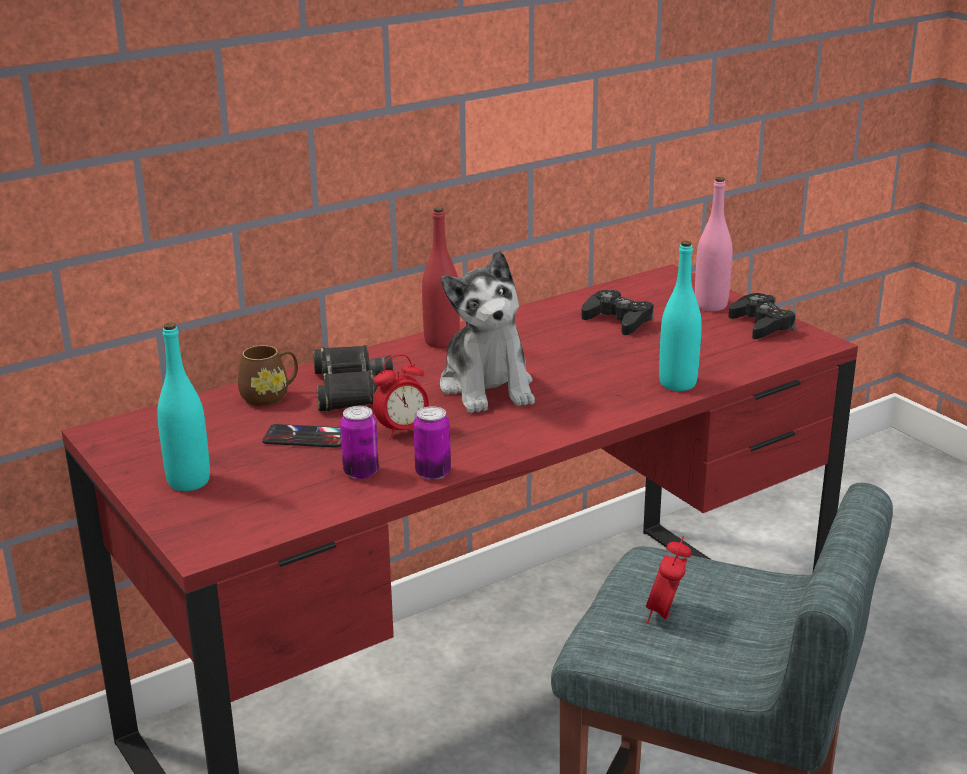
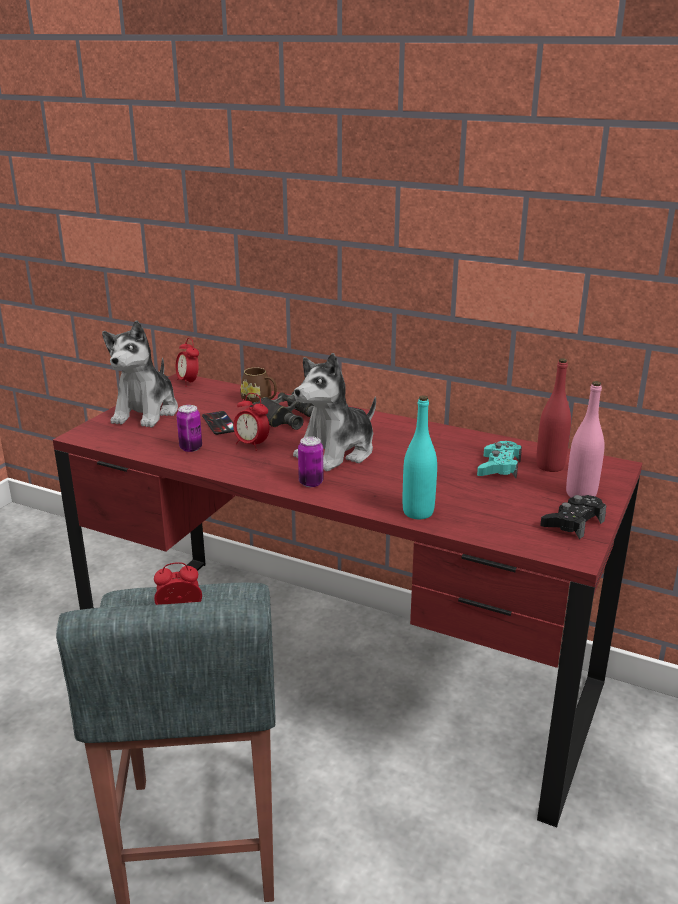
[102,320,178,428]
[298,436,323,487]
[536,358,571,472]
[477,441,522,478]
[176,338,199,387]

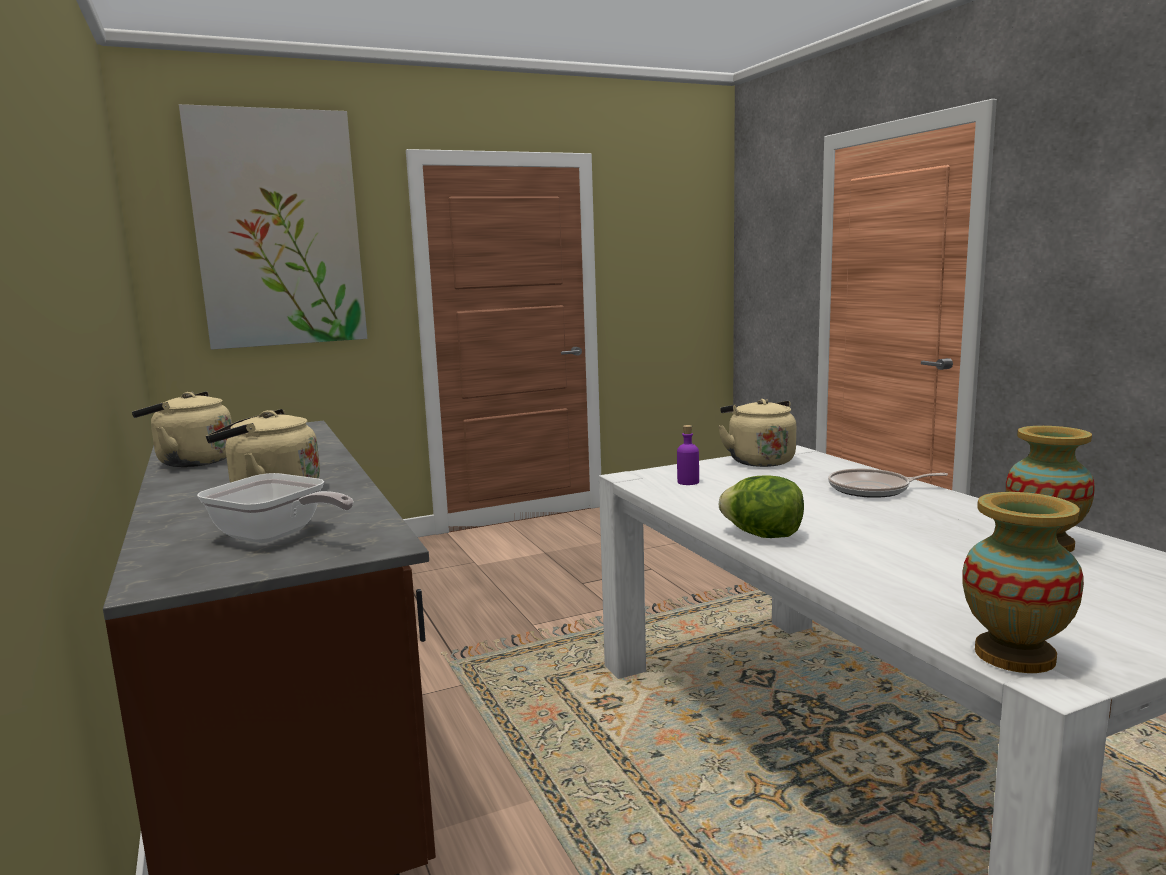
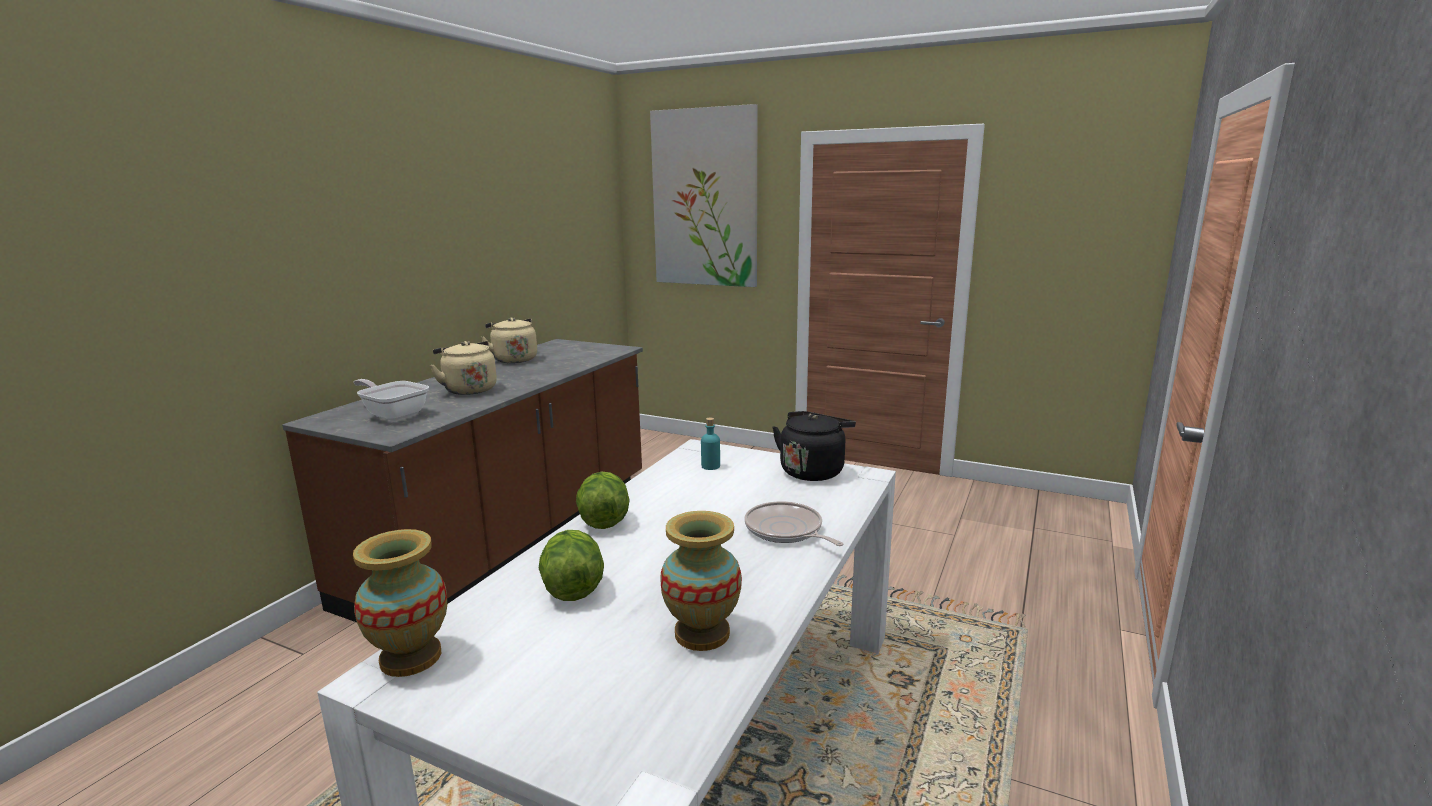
[354,379,429,421]
[701,418,720,470]
[772,411,856,481]
[539,530,604,601]

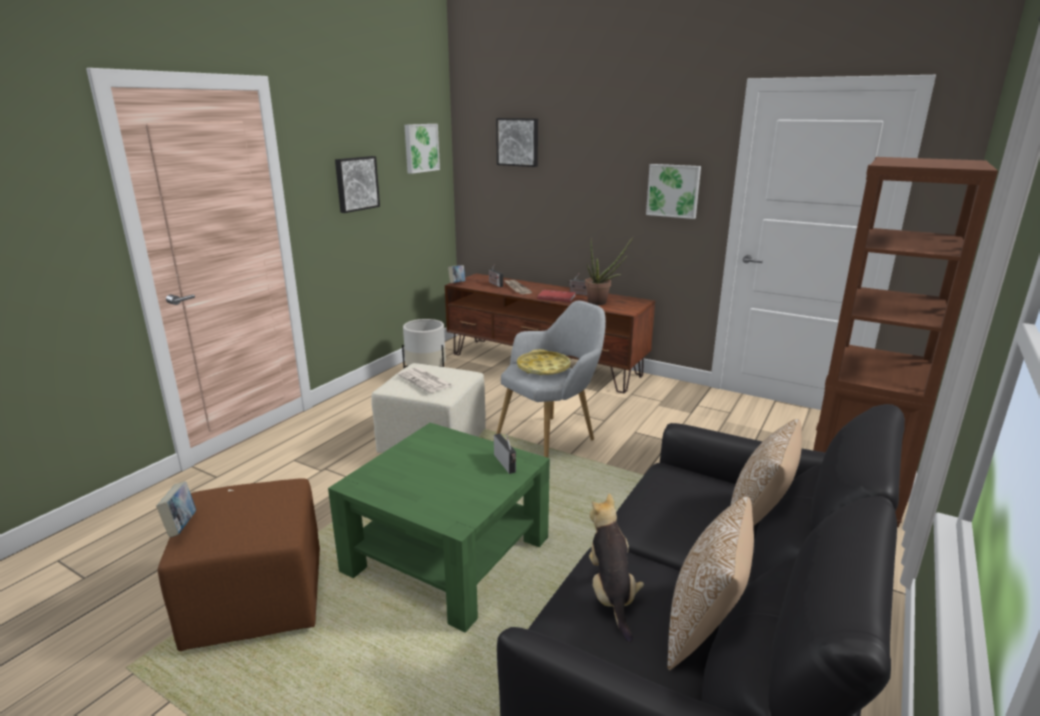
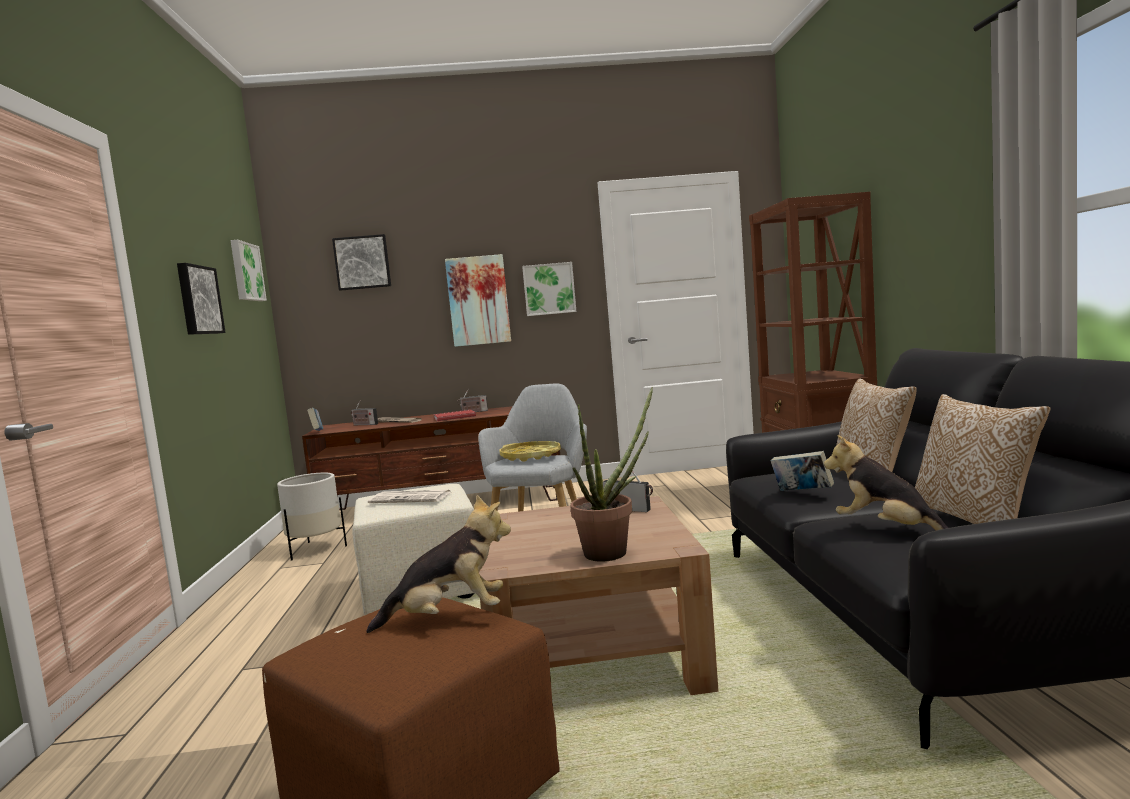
[771,451,834,491]
[479,496,719,695]
[570,387,653,562]
[366,495,511,633]
[445,254,511,347]

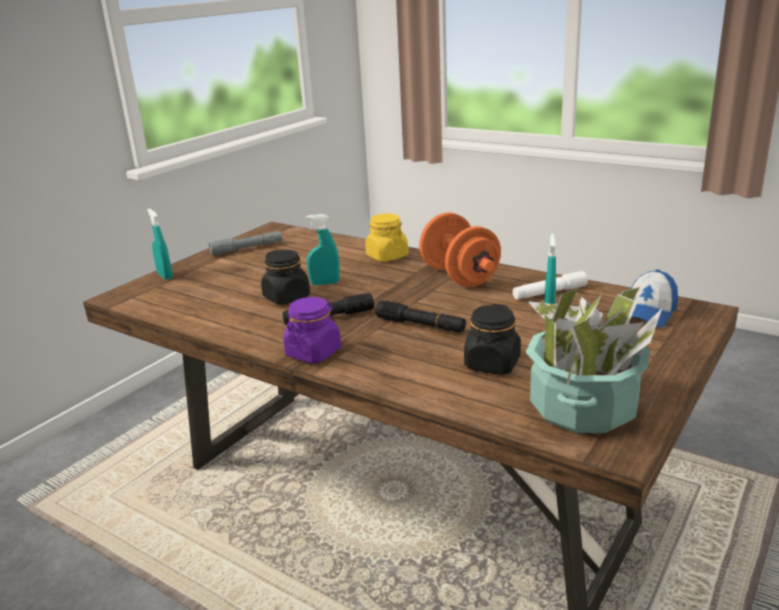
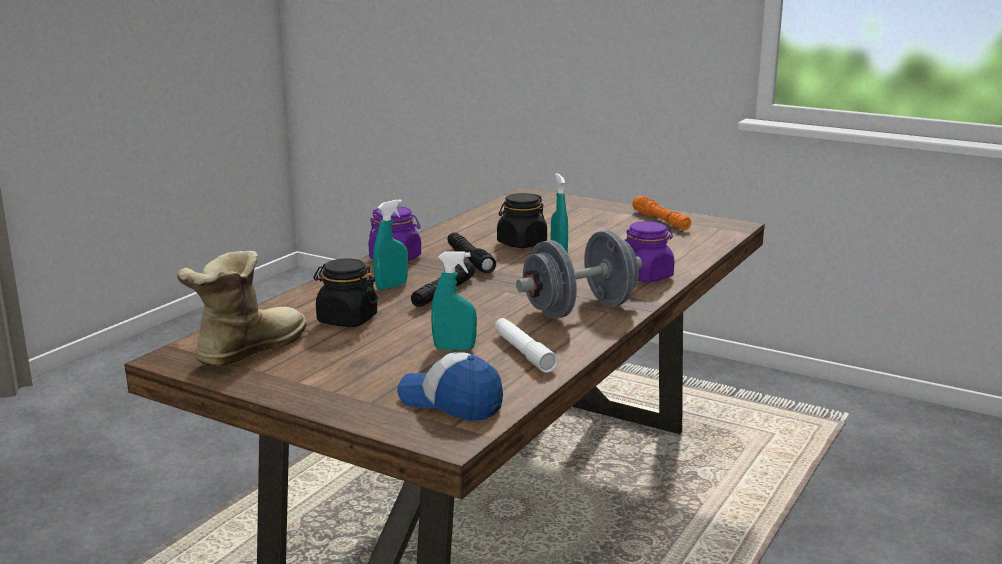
[373,199,408,290]
[633,196,691,230]
[625,221,675,282]
[516,230,642,319]
[177,251,307,366]

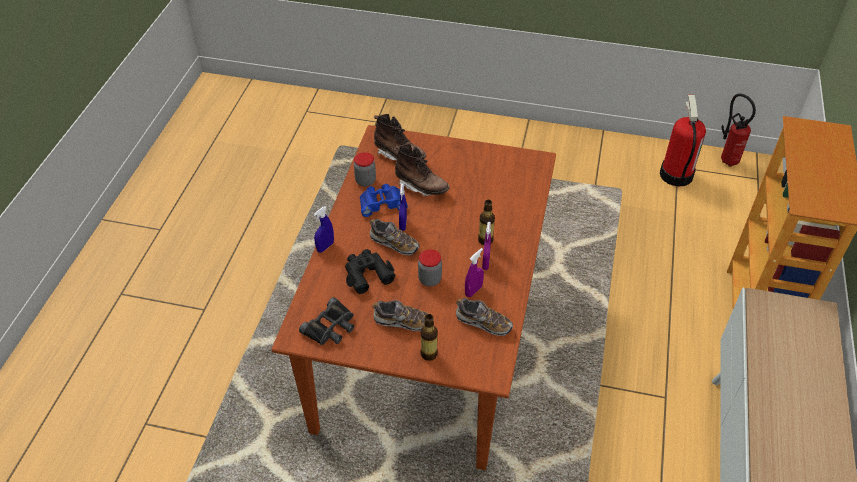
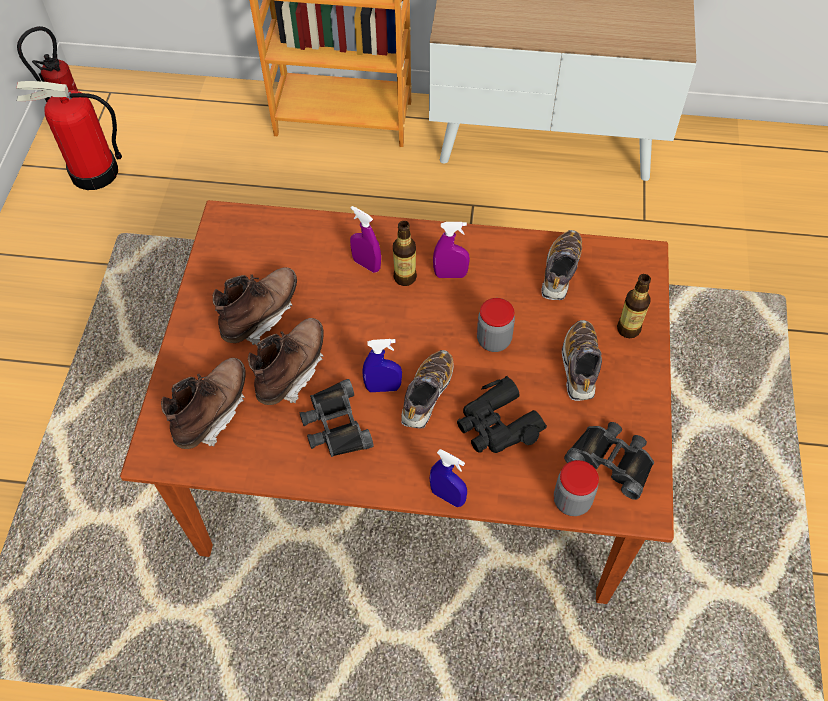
[554,460,599,516]
[300,379,374,457]
[350,206,381,273]
[213,267,297,345]

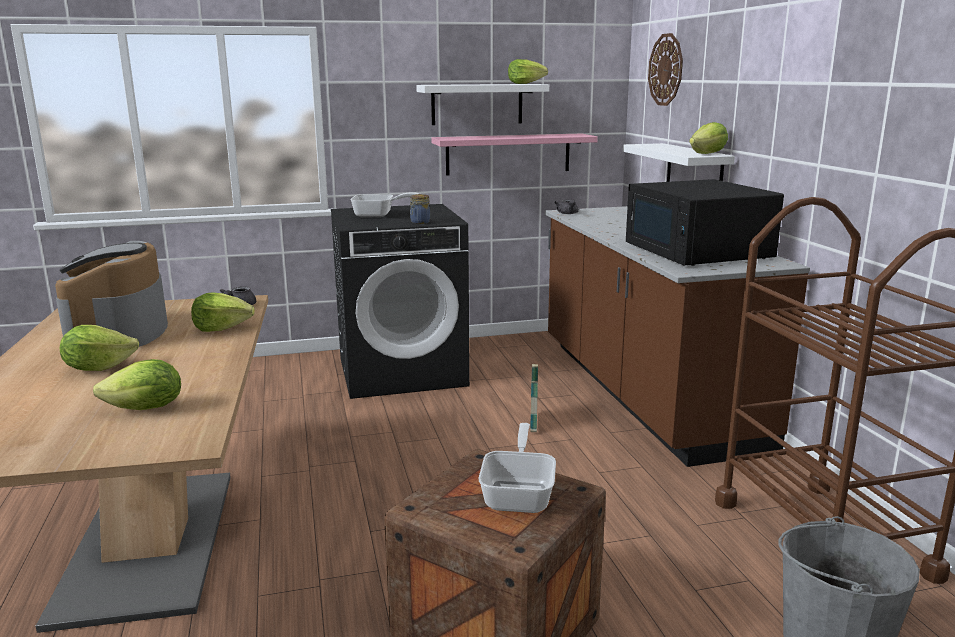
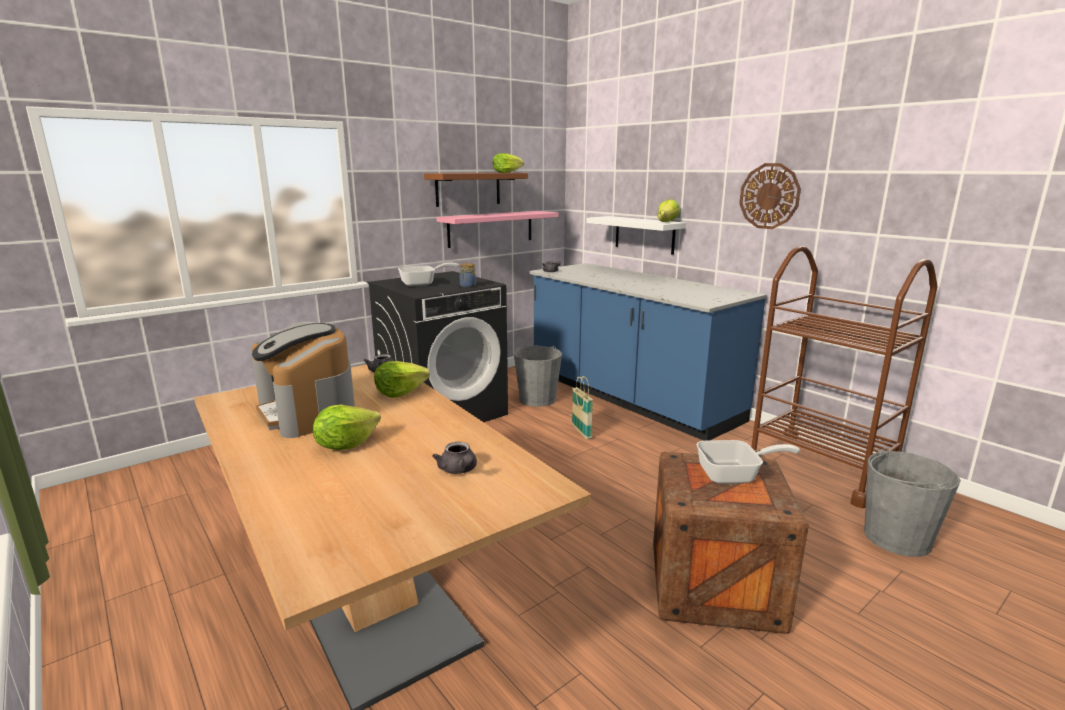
[432,442,477,474]
[424,173,528,207]
[696,440,800,484]
[529,263,767,441]
[626,179,784,266] (first image)
[739,163,801,229]
[514,345,562,407]

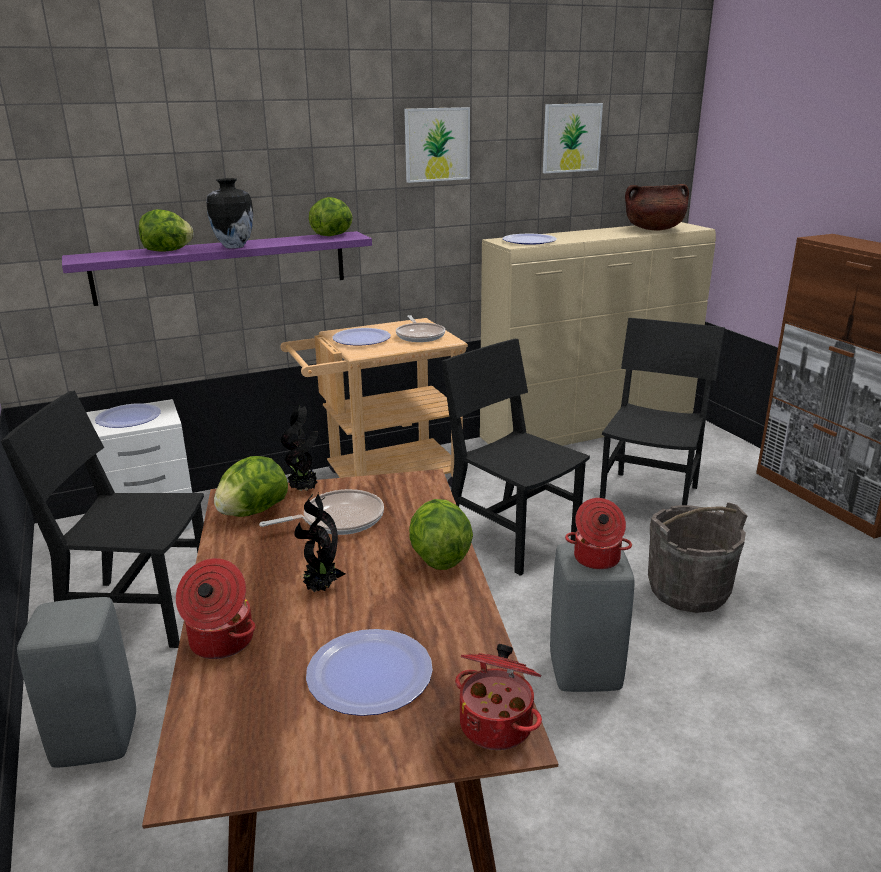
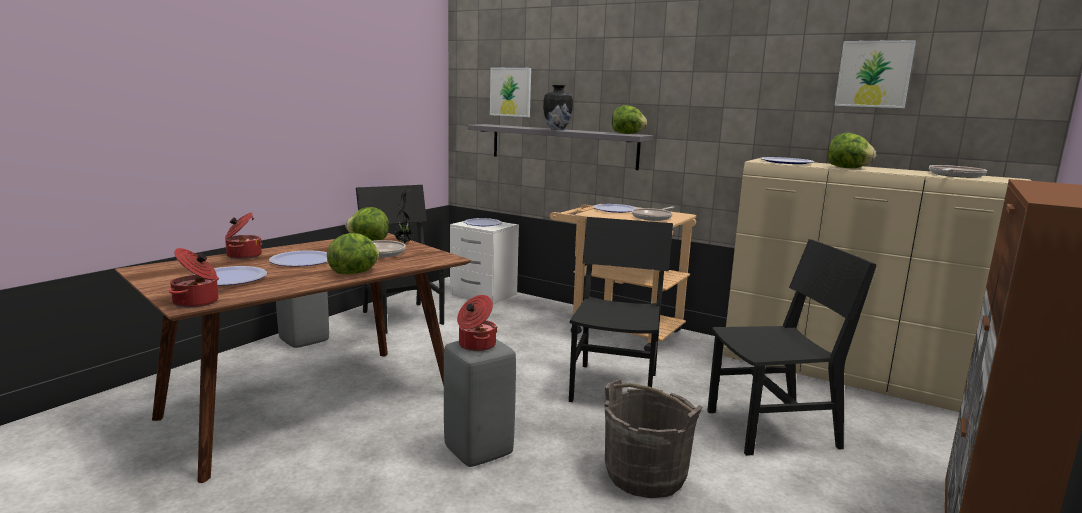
[468,124,654,170]
[828,133,876,168]
[269,250,328,267]
[490,68,531,117]
[929,165,987,178]

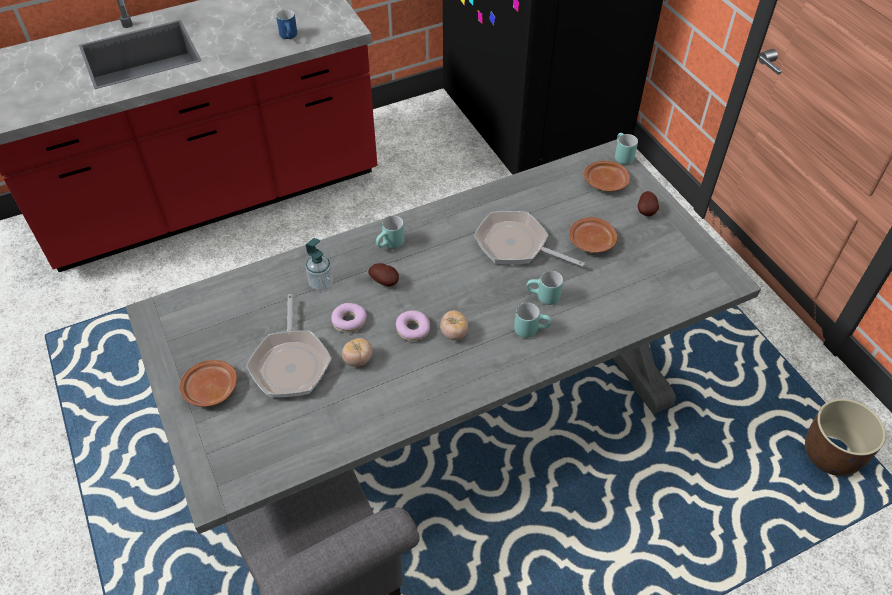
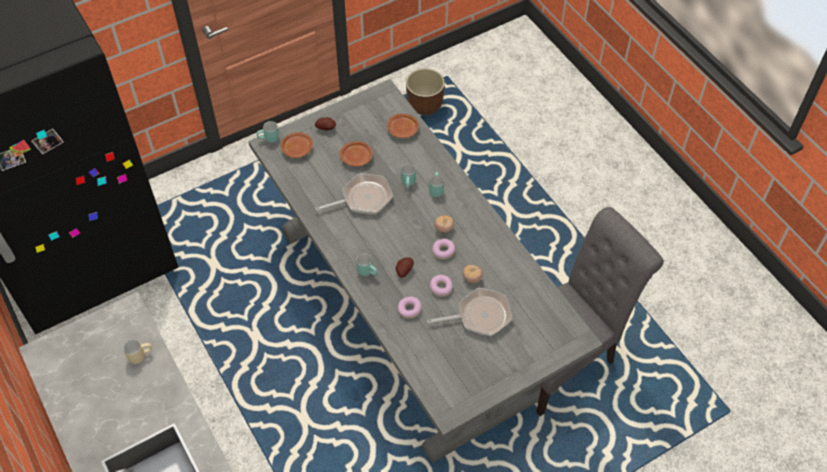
[387,114,419,138]
[123,339,152,364]
[398,297,422,318]
[315,174,393,214]

